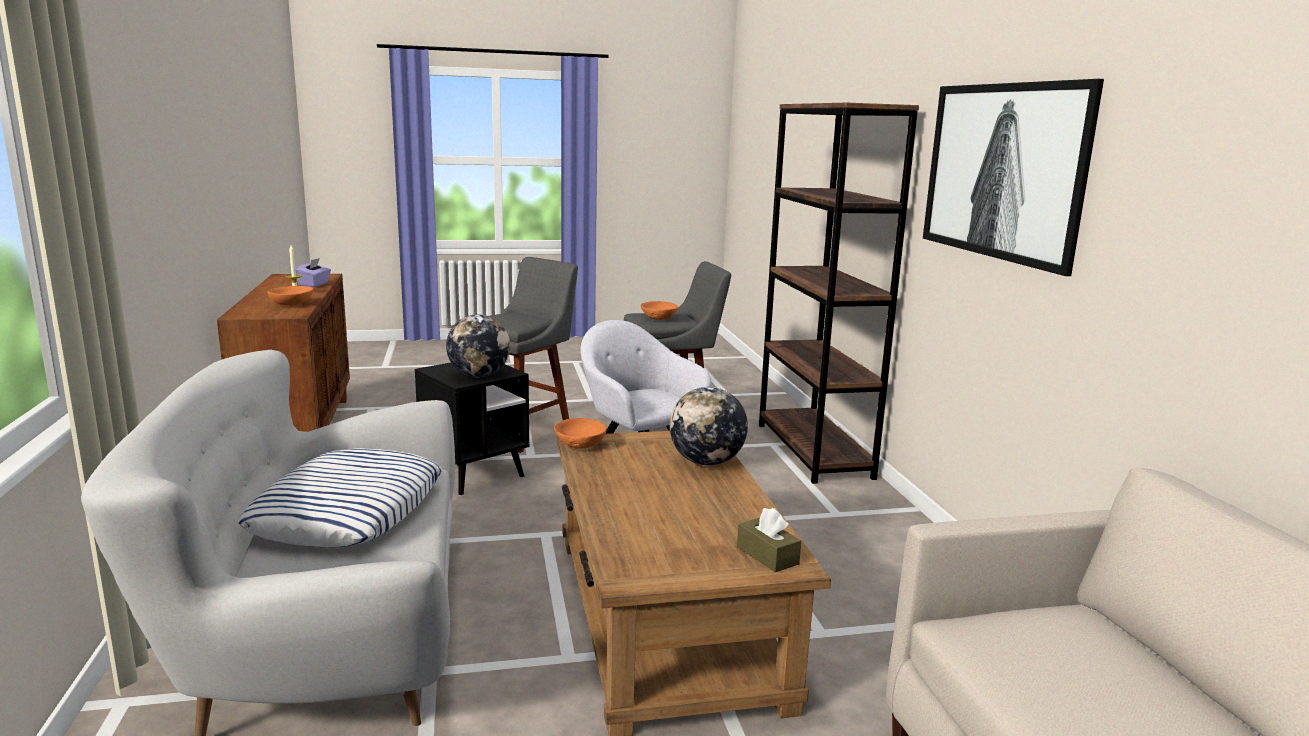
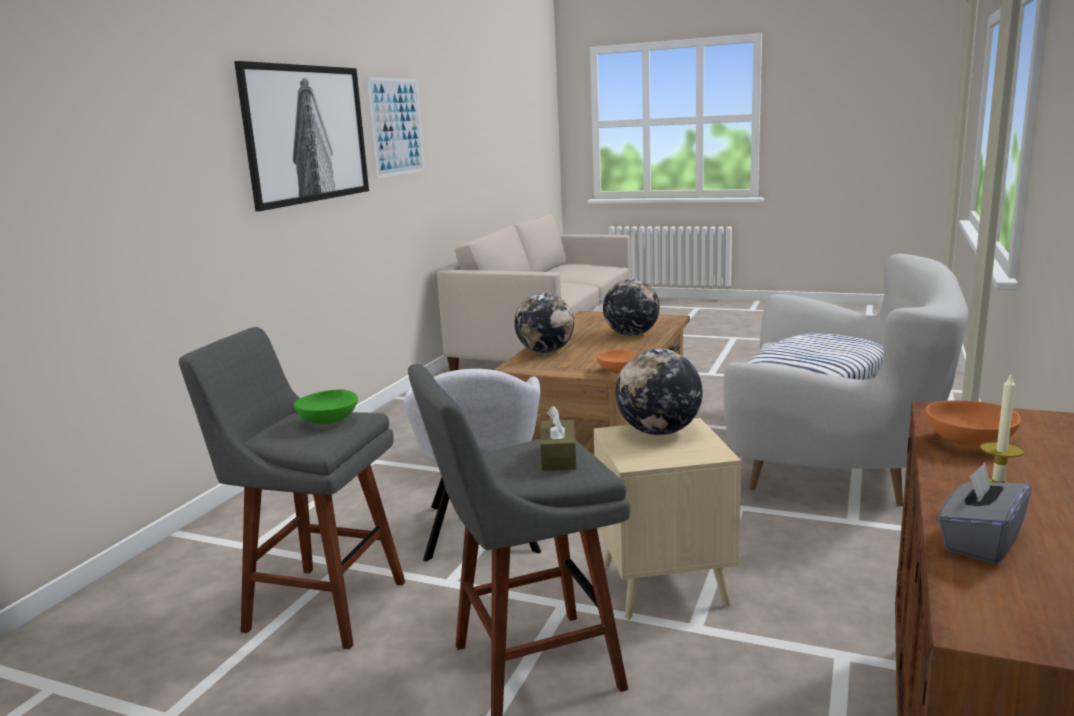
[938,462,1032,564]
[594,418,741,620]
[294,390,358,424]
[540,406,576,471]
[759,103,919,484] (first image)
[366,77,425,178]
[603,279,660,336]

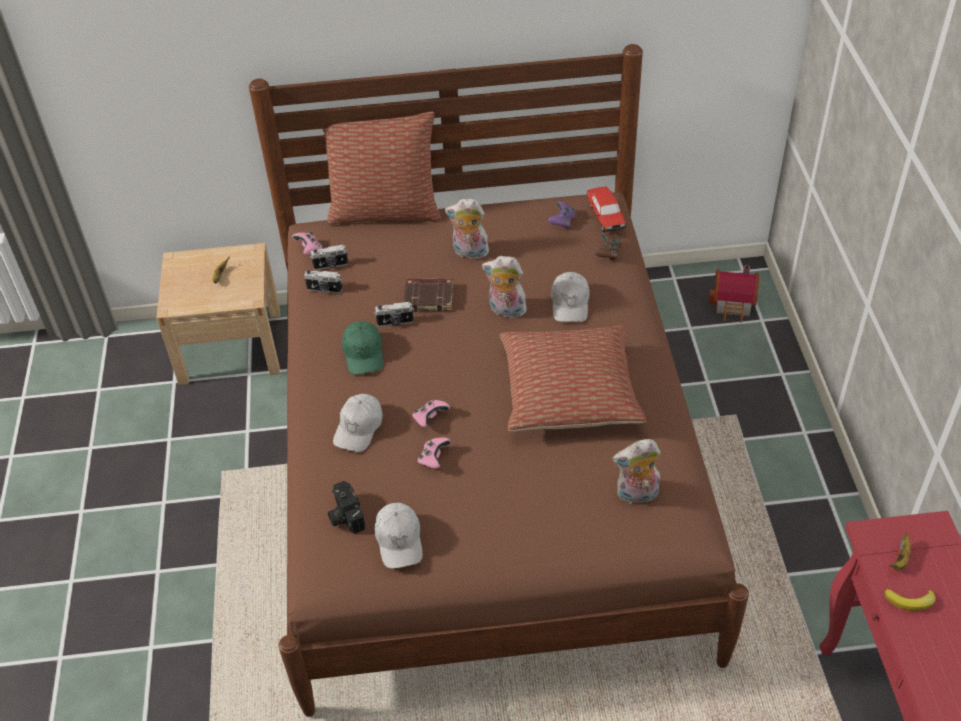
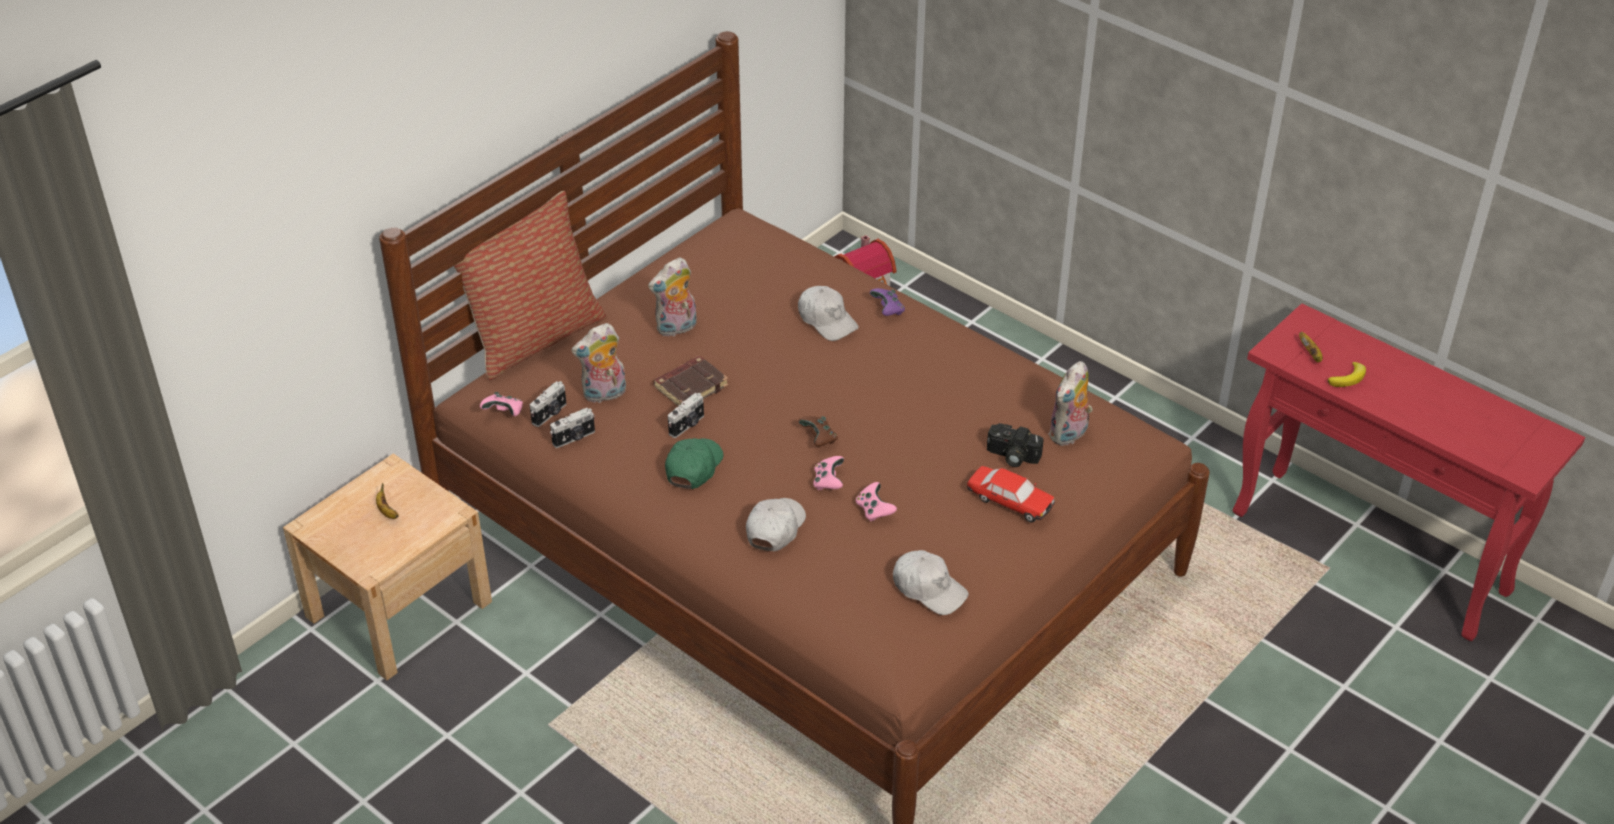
[987,423,1044,467]
[746,498,806,551]
[665,438,724,489]
[571,323,626,403]
[500,325,647,432] (first image)
[870,288,905,316]
[967,466,1055,523]
[798,416,838,447]

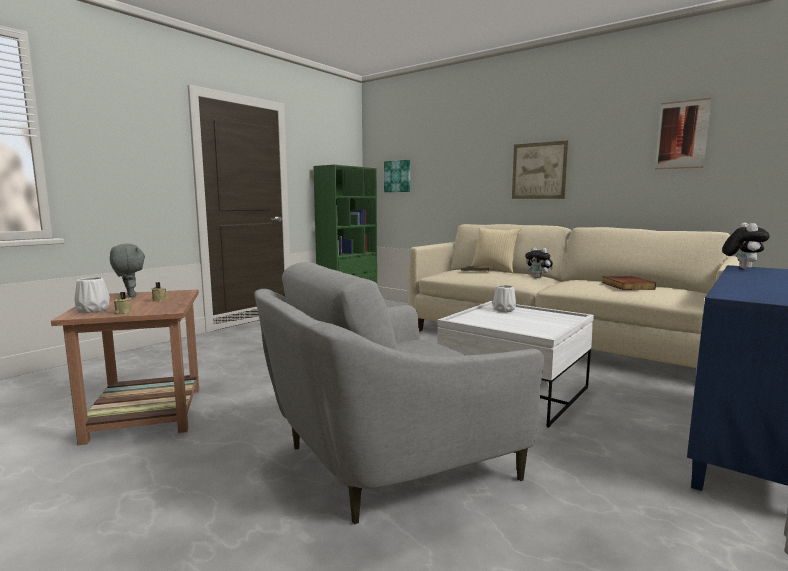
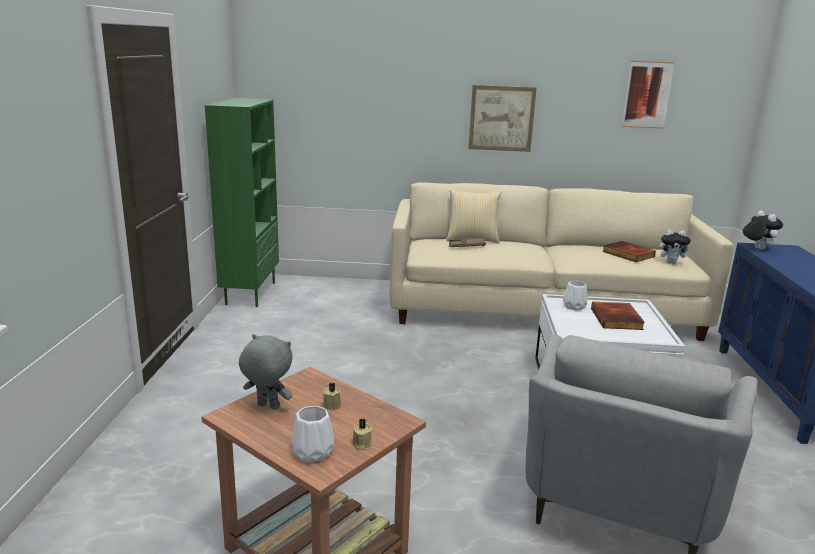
[384,160,410,192] (first image)
[659,230,692,264]
[591,302,645,330]

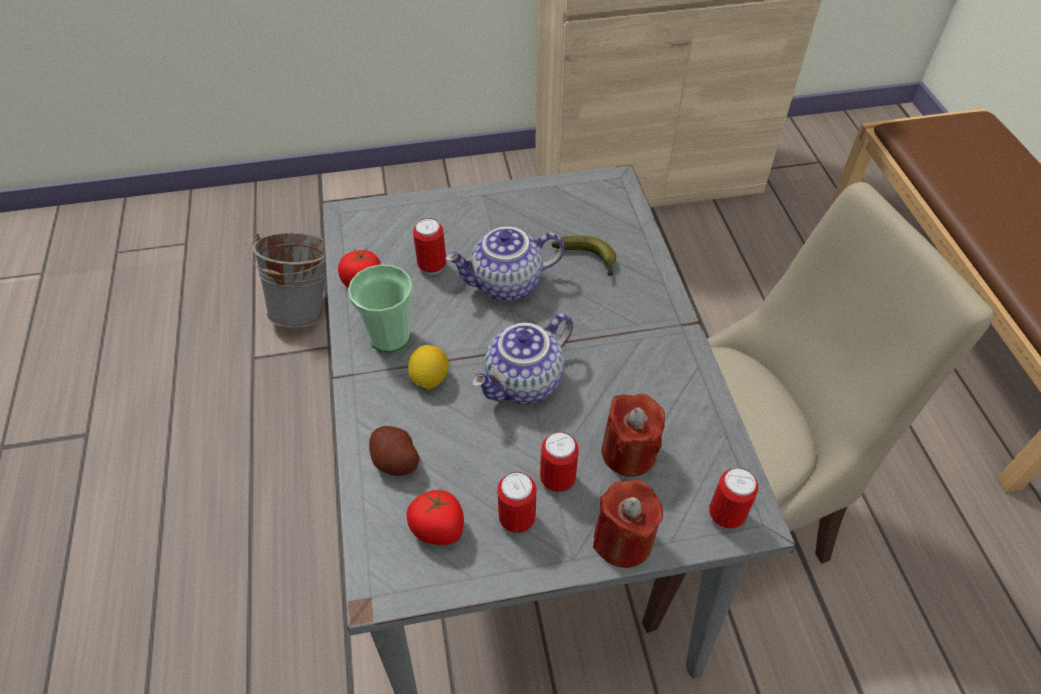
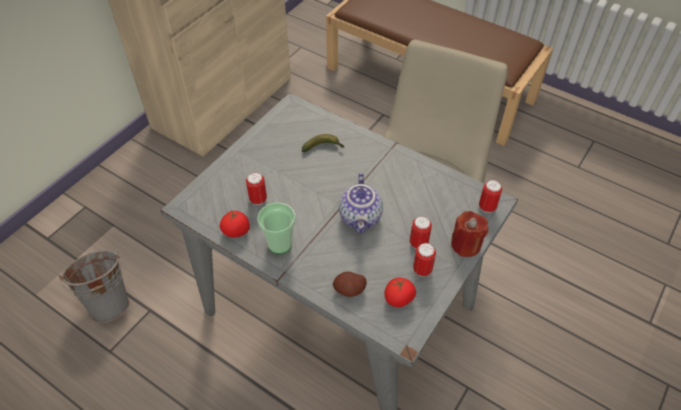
[408,345,449,389] (first image)
[445,227,564,301] (first image)
[602,394,665,477] (first image)

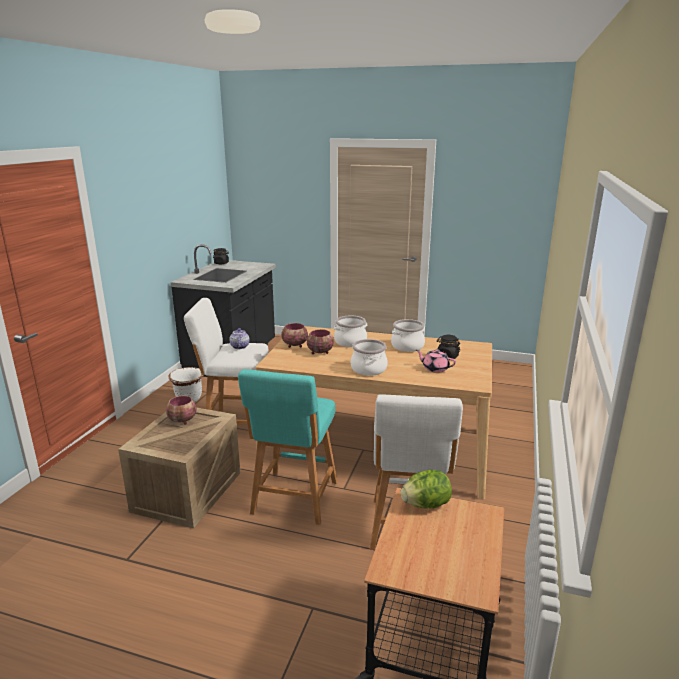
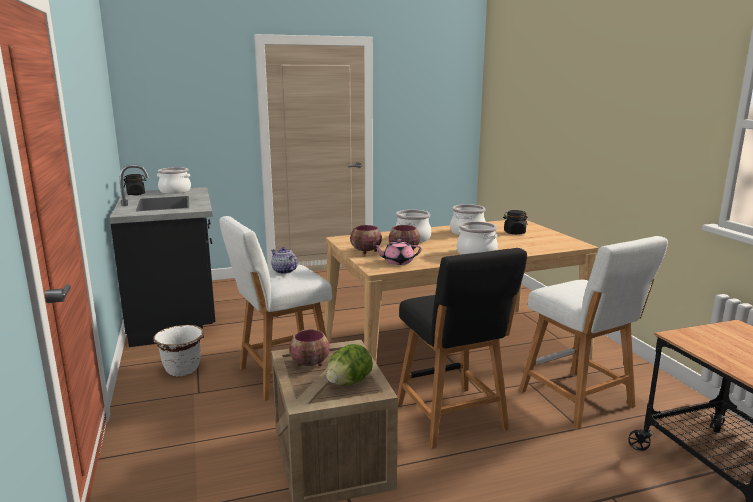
[397,248,527,449]
[326,344,373,386]
[374,239,422,265]
[157,167,191,194]

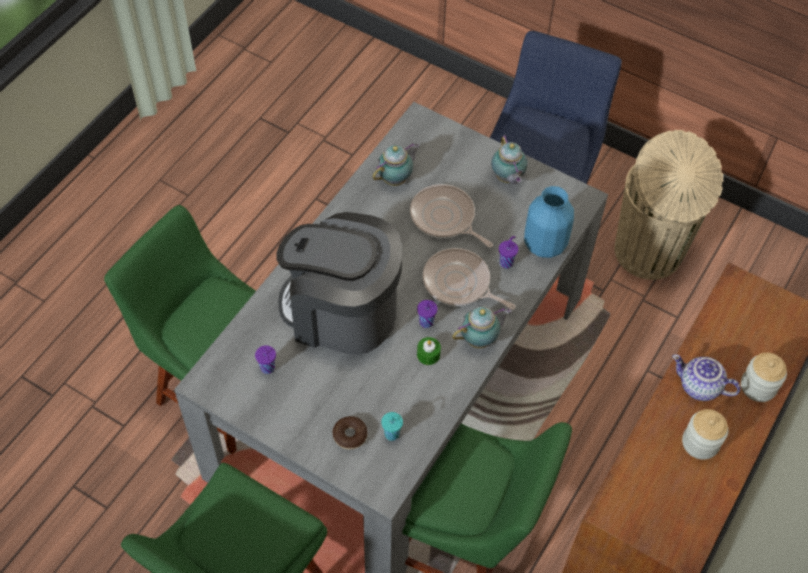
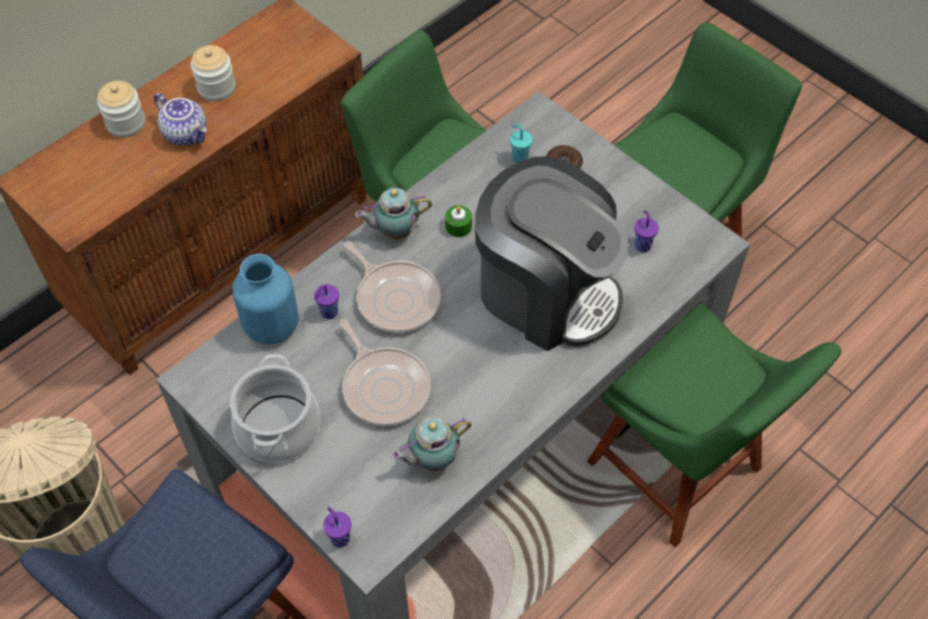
[323,507,351,548]
[230,354,321,463]

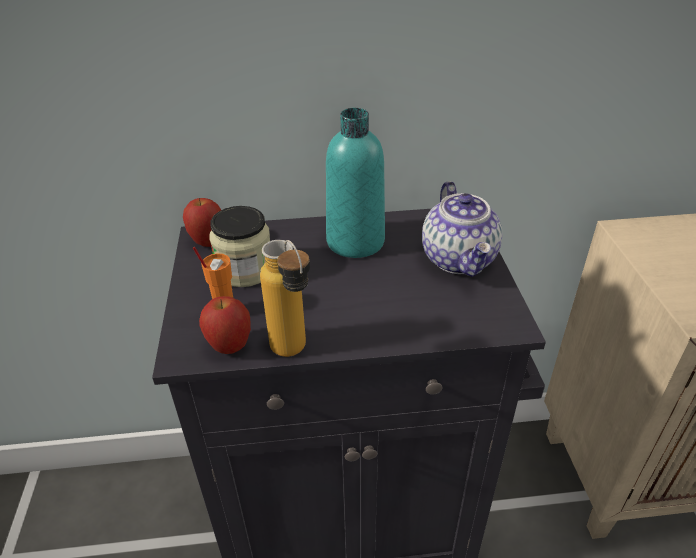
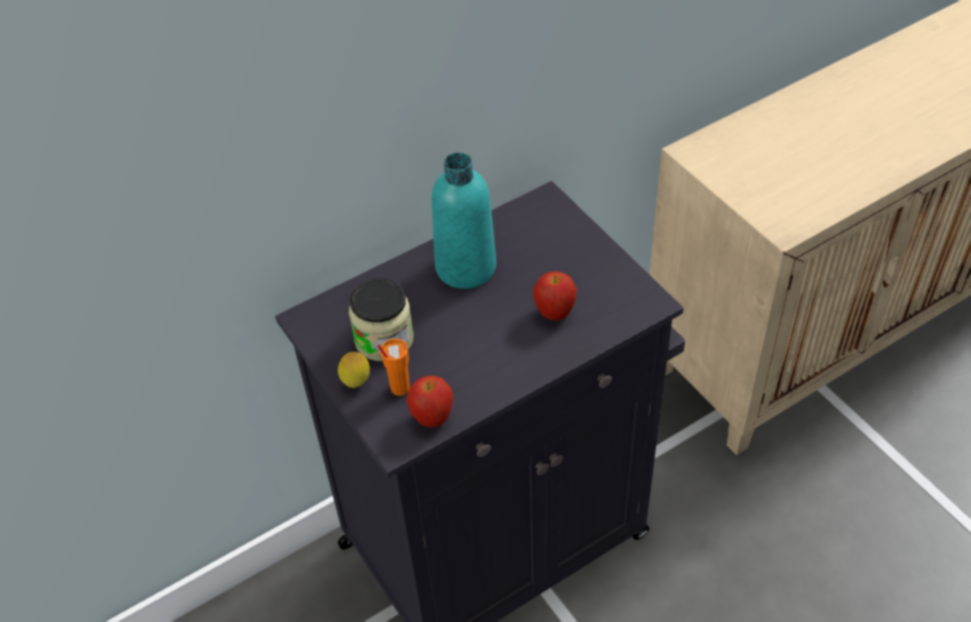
[533,271,577,321]
[260,240,310,357] (first image)
[422,181,502,277] (first image)
[338,352,370,388]

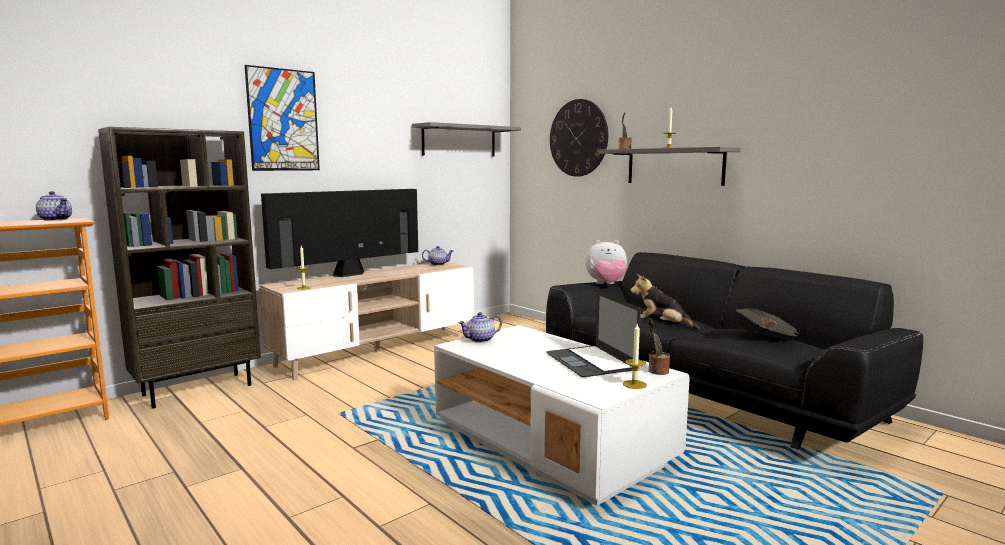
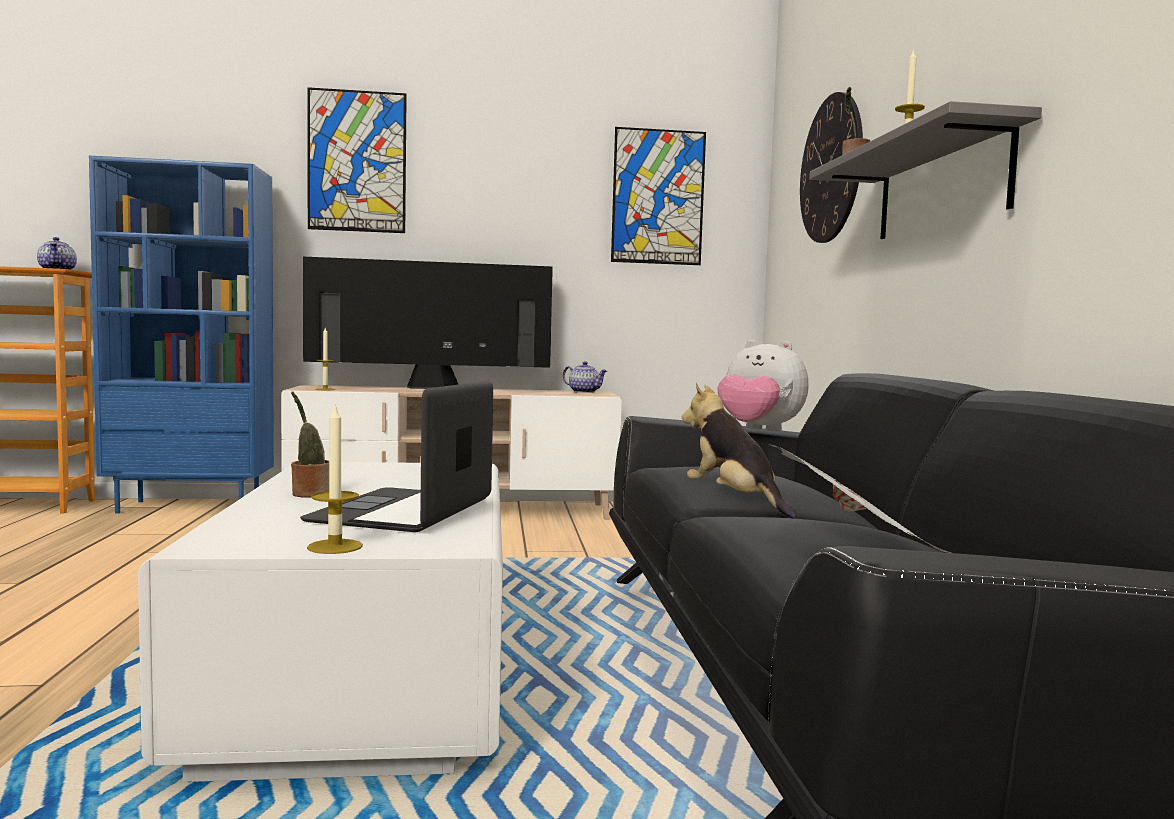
[89,156,274,514]
[611,127,706,265]
[458,312,502,343] (first image)
[291,391,329,498]

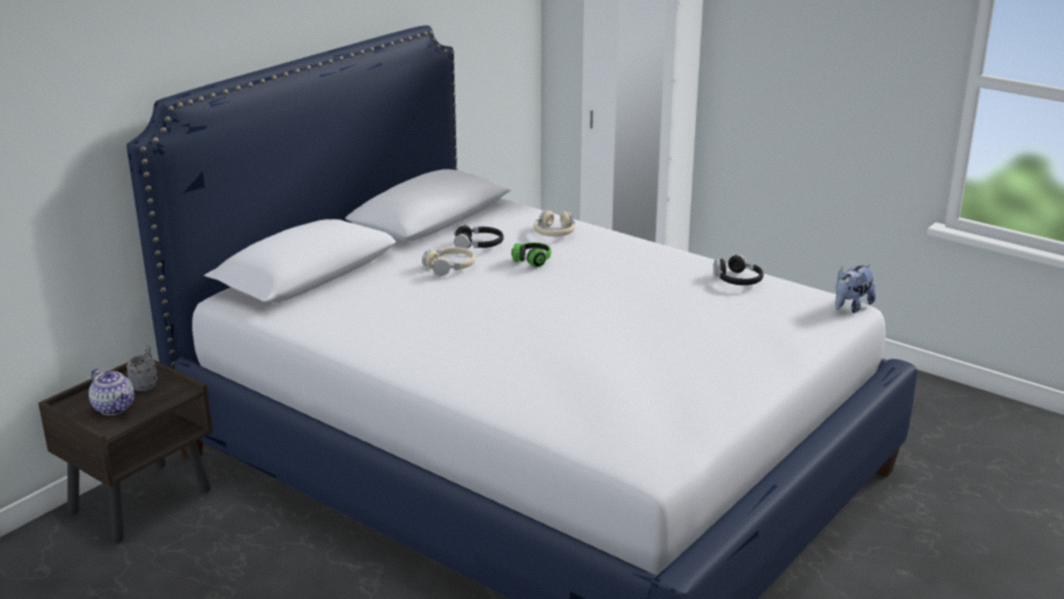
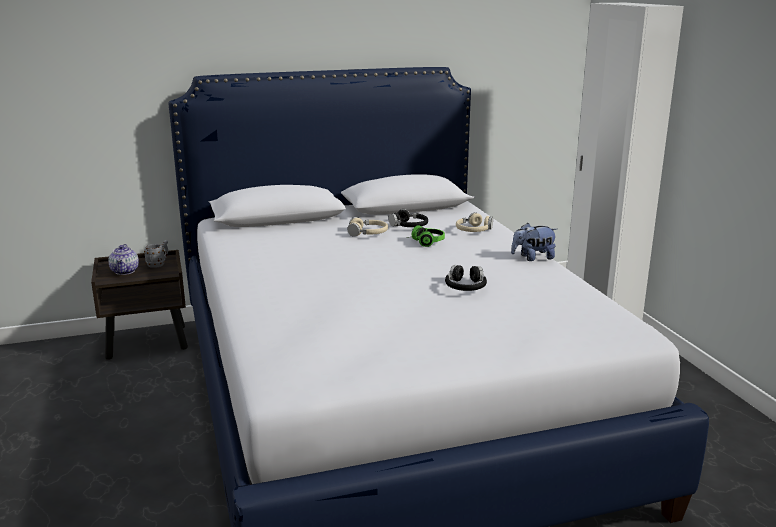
[445,265,487,291]
[511,223,557,261]

